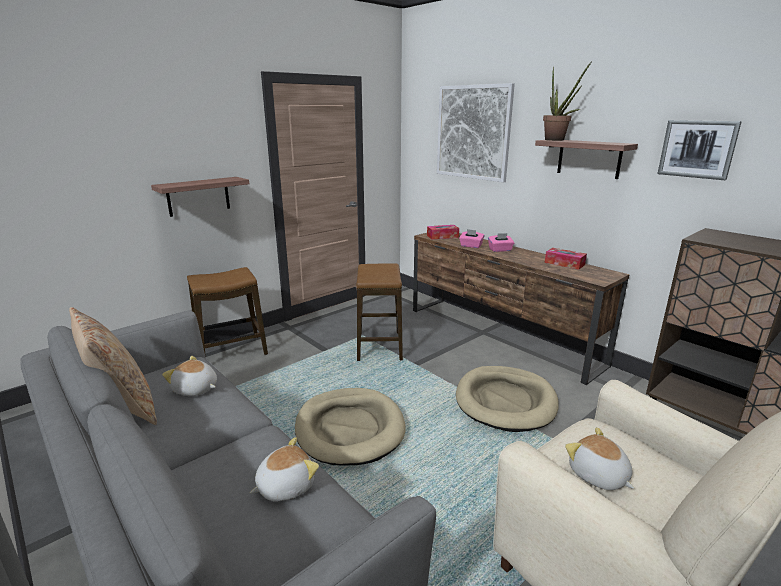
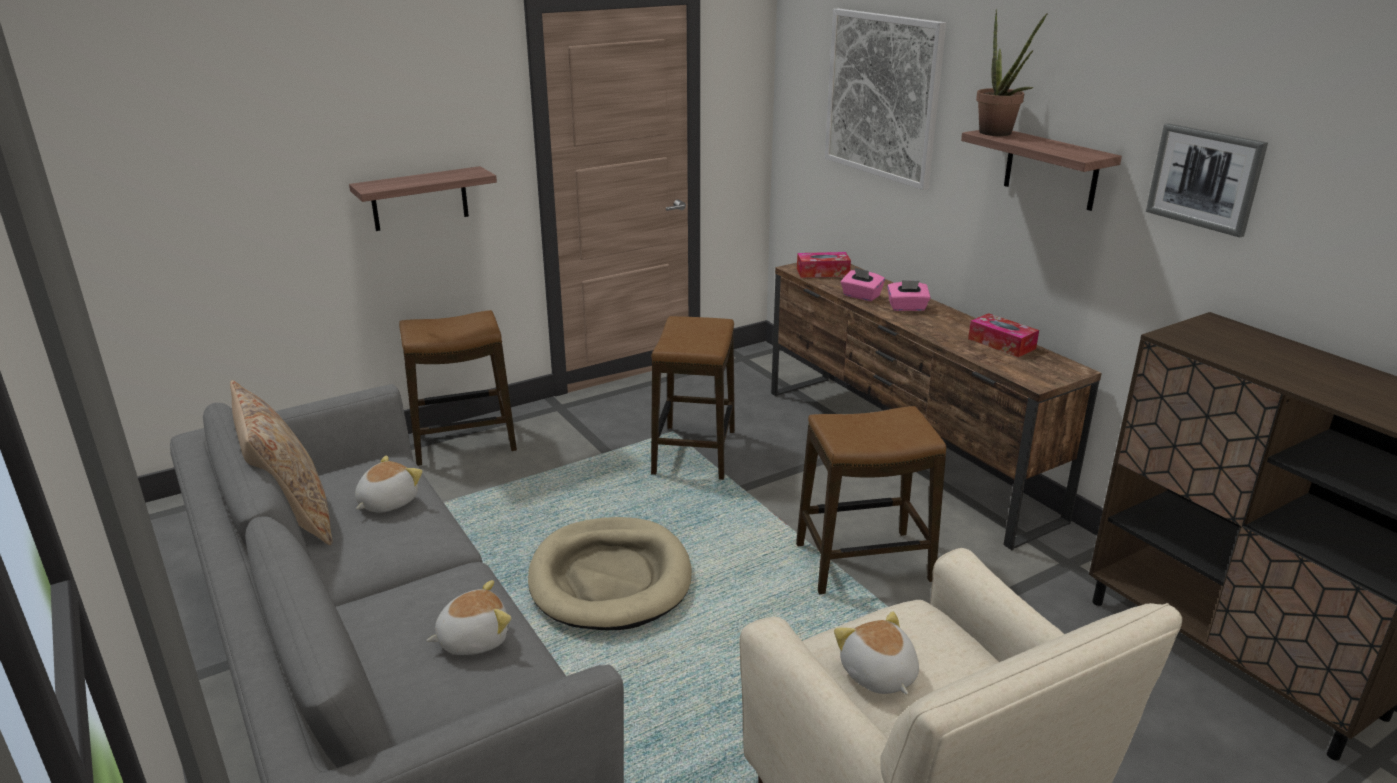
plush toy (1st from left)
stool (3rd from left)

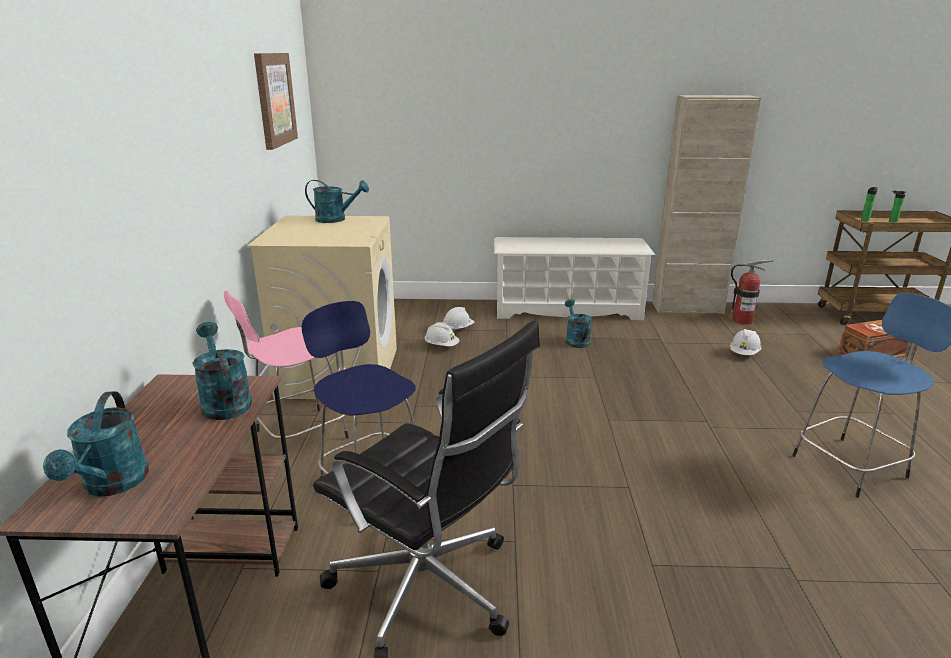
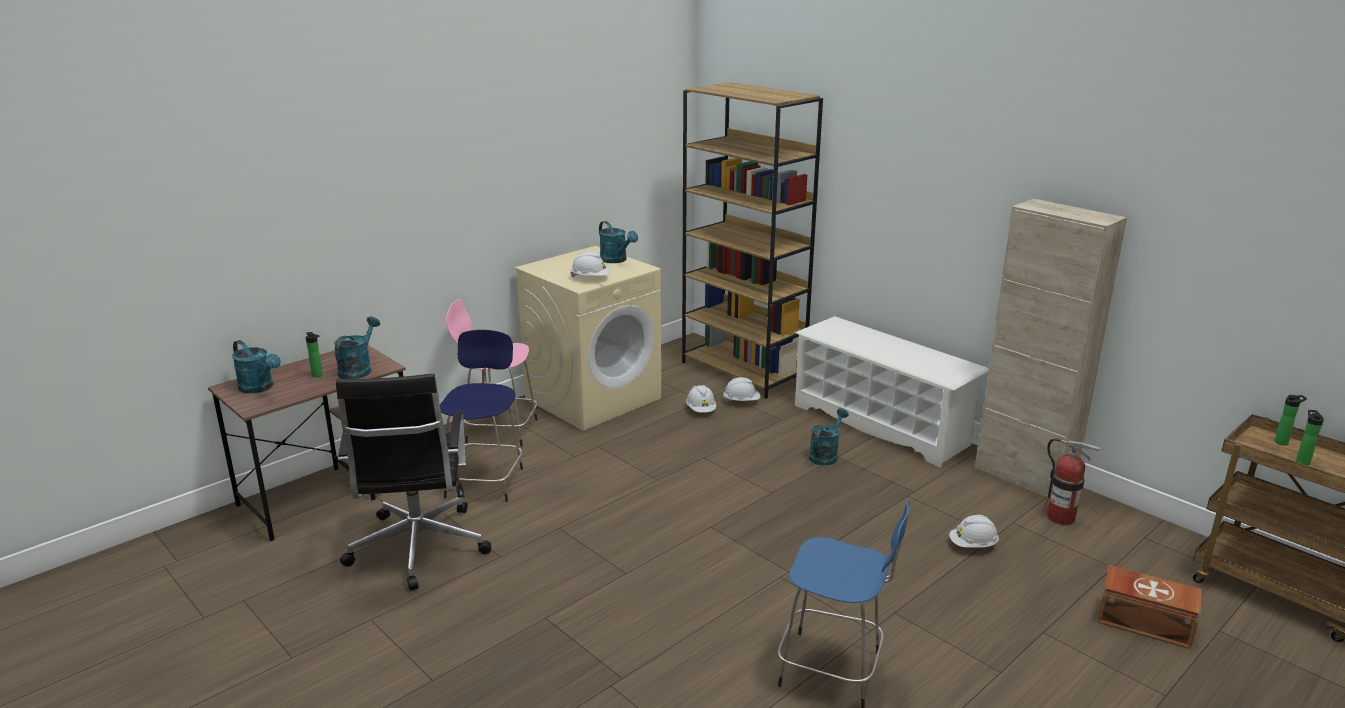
sprinkling can (blue-green) (1st from left)
drink bottle (1st from left)
work helmet (whitish) (1st from left)
shelving unit (brown)
picture

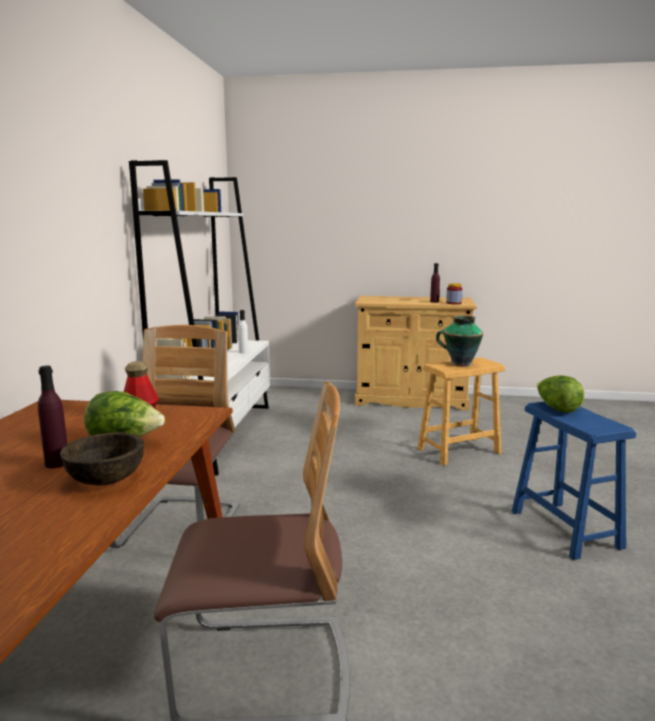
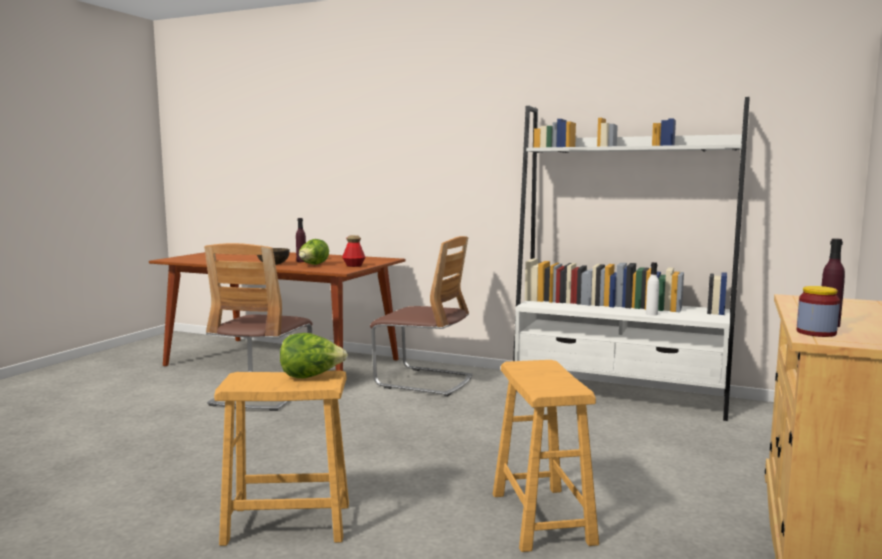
stool (brown) (1st from left)
decorative vase

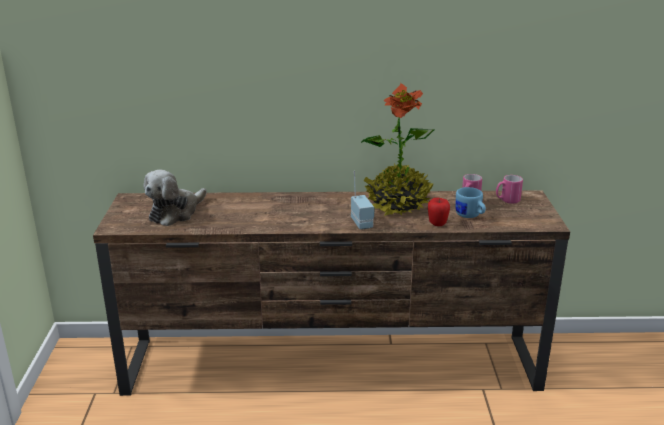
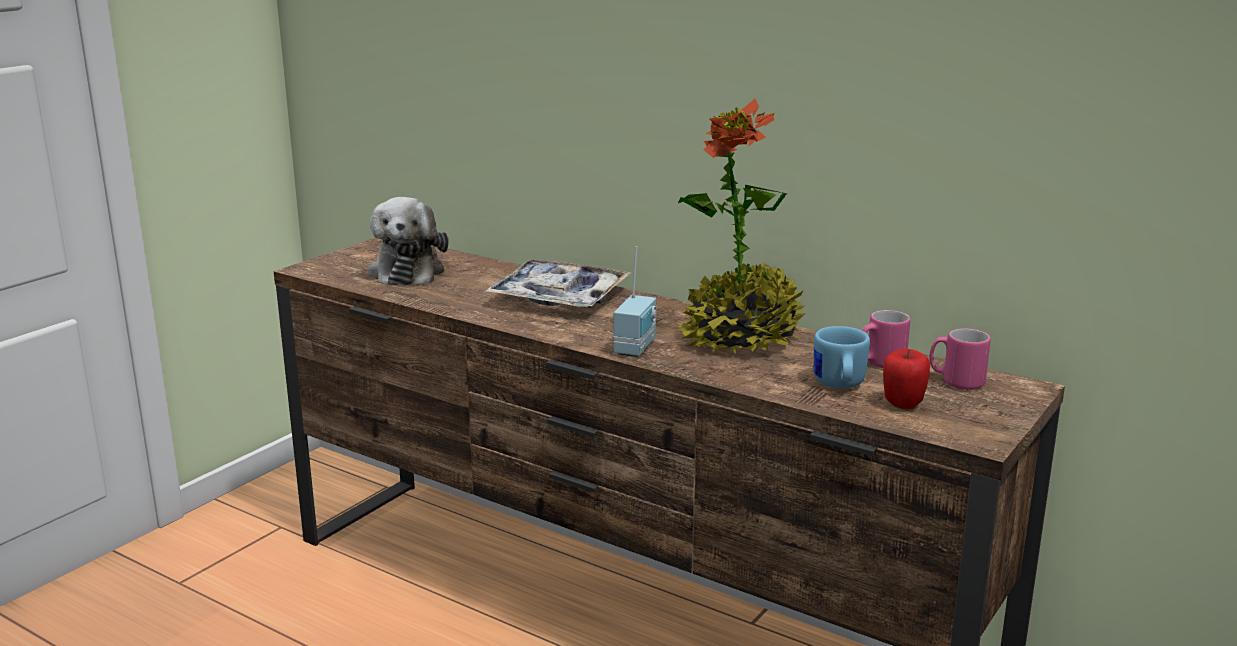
plush toy
carrying tray
whole apple

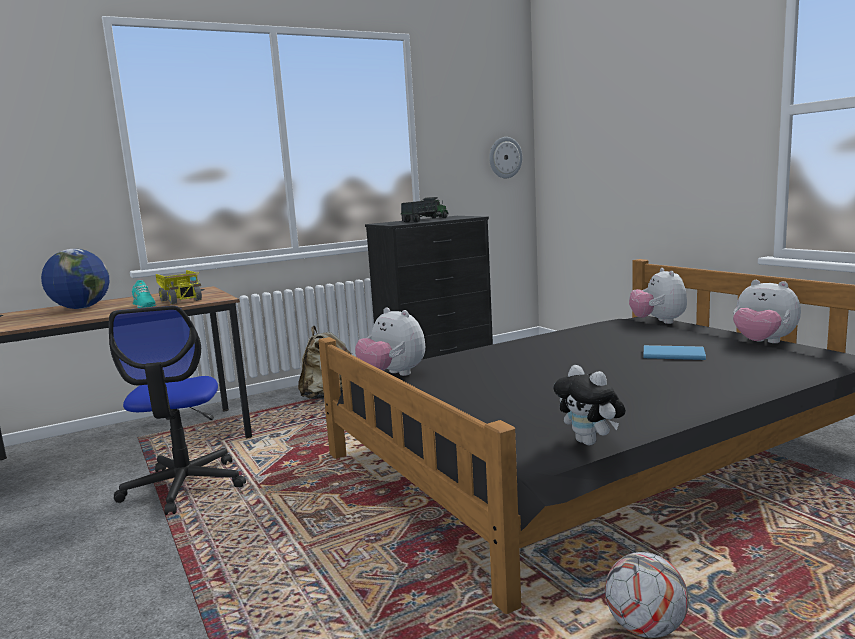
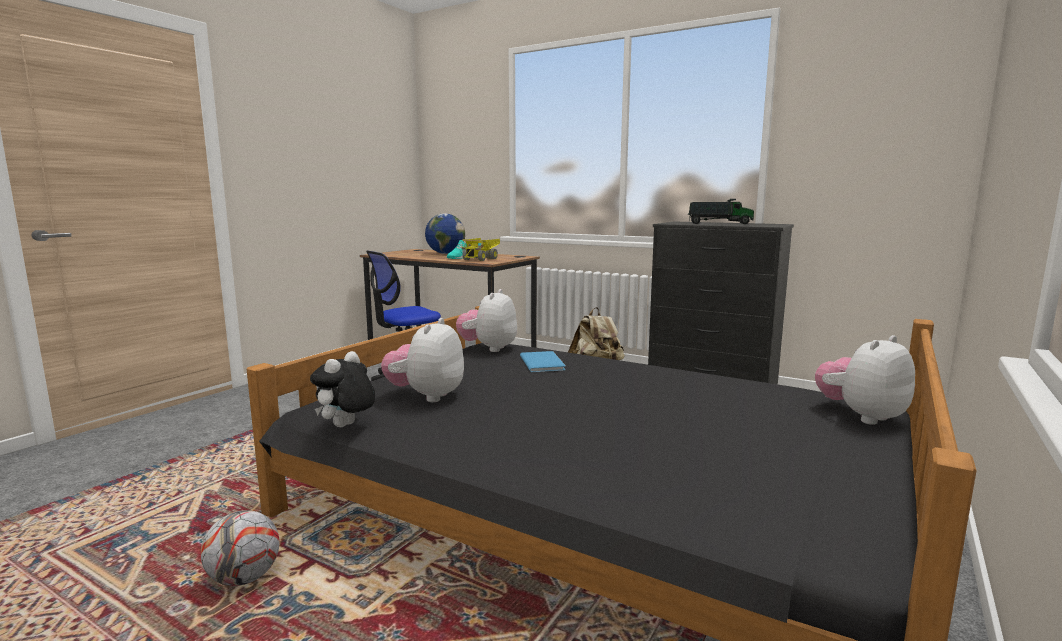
plush toy (2nd from left)
volume (blue)
clock on the wall

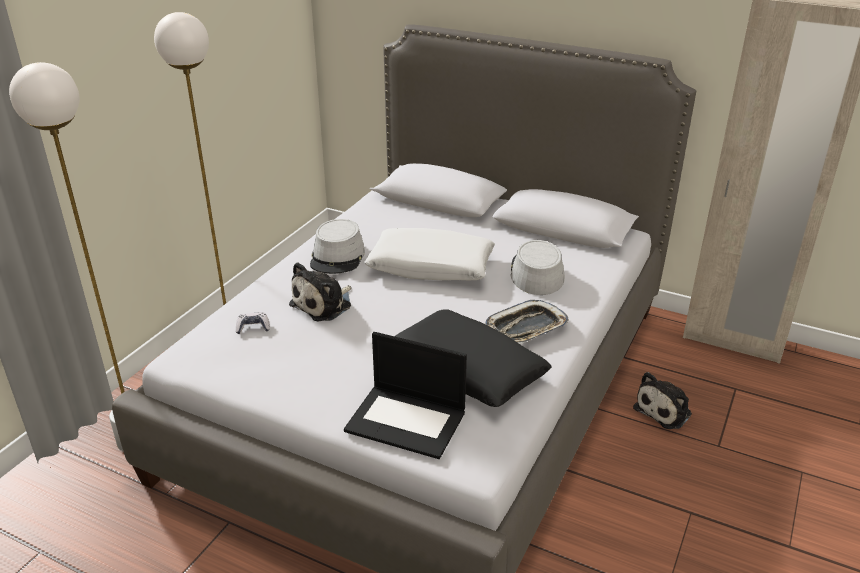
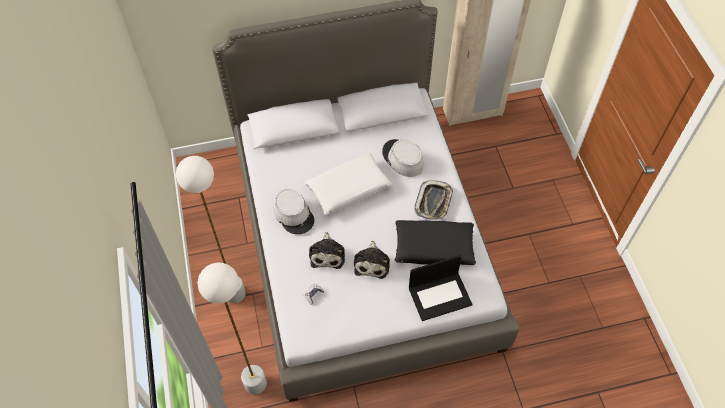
plush toy (2nd from left)

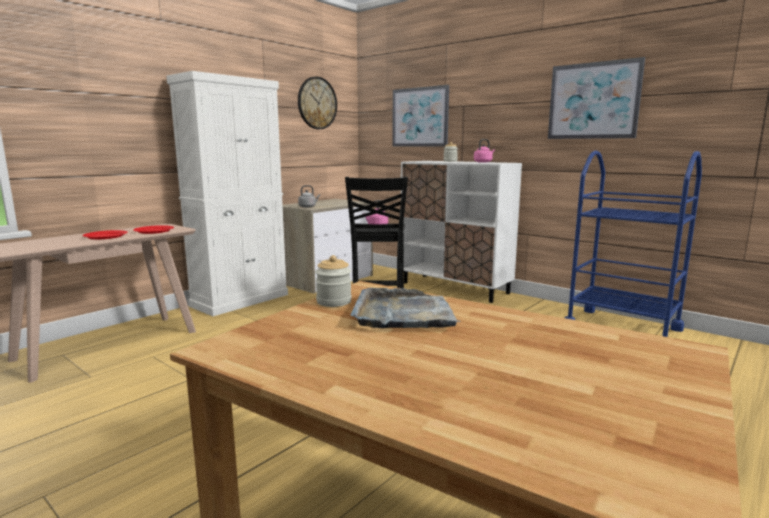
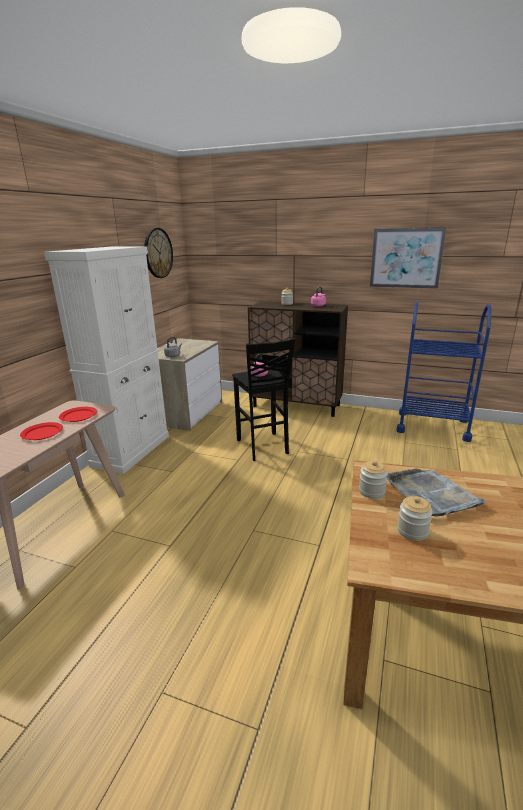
storage cabinet (brown)
storage jar (3rd from left)
picture (1st from left in the first image)

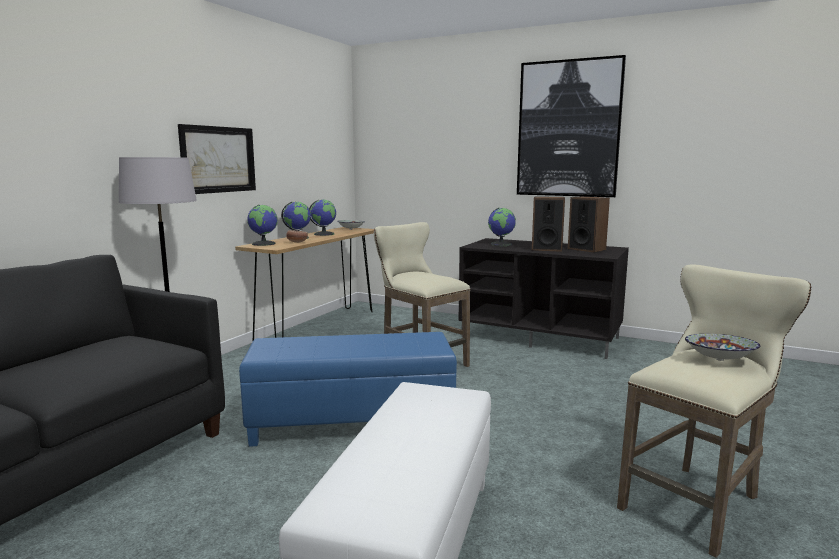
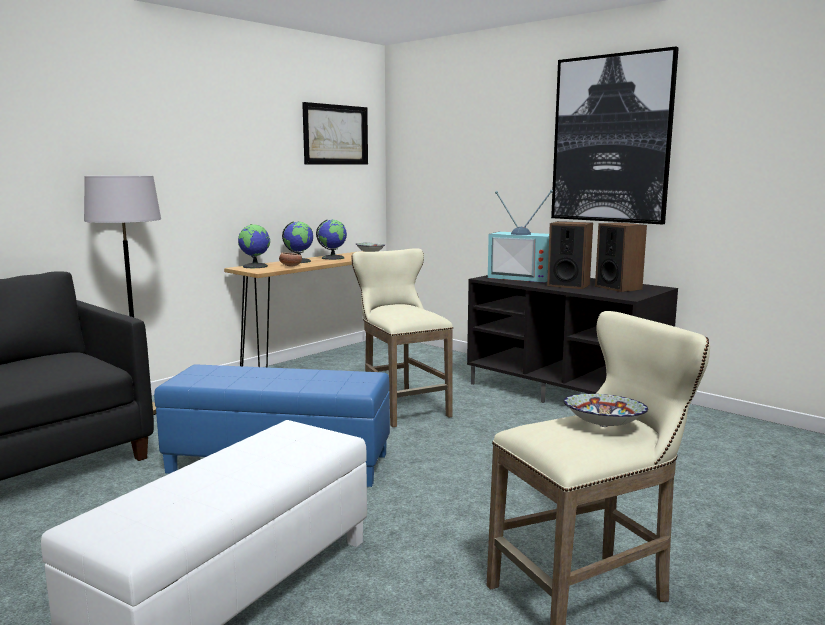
picture (1st from left)
TV set

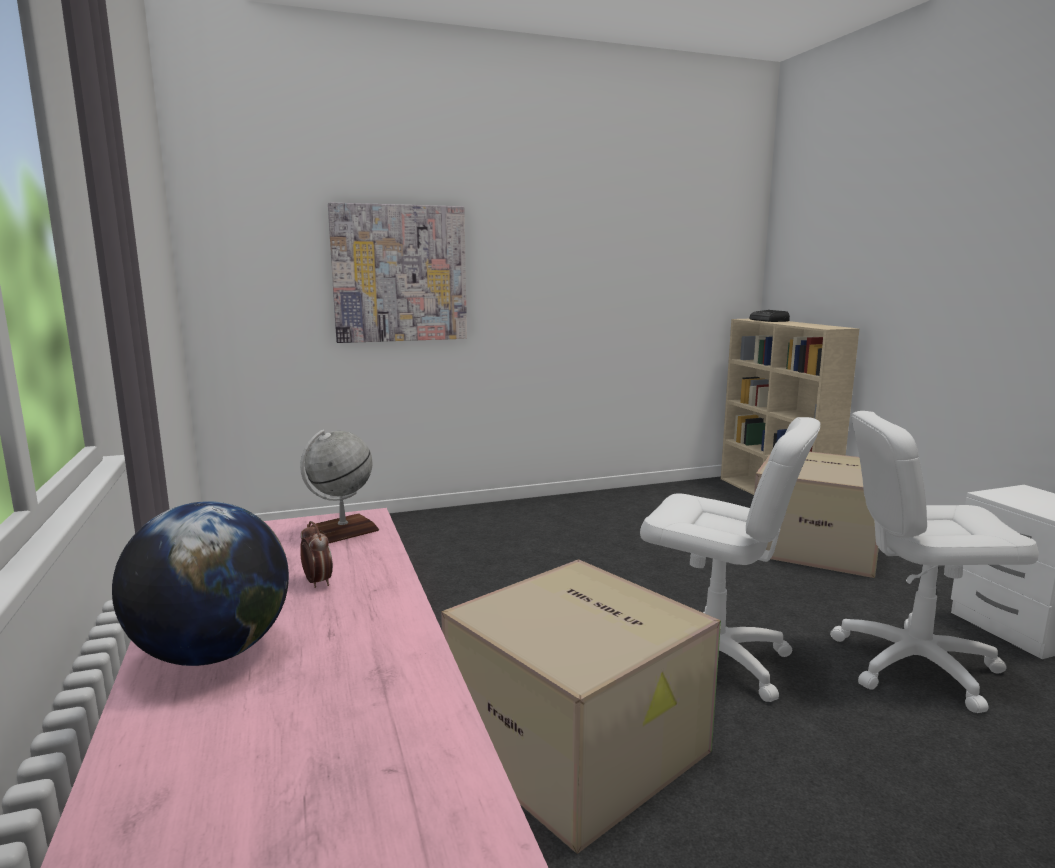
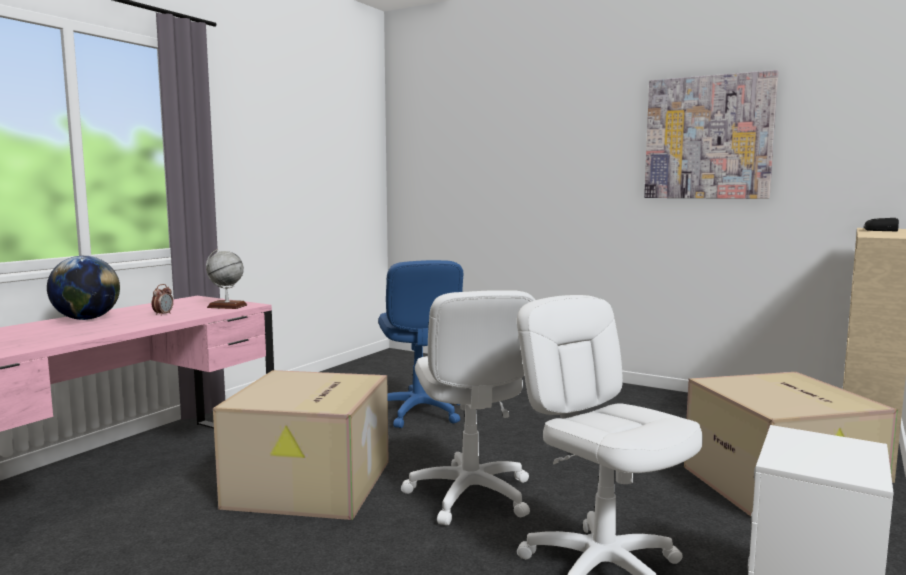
office chair (blue)
picture

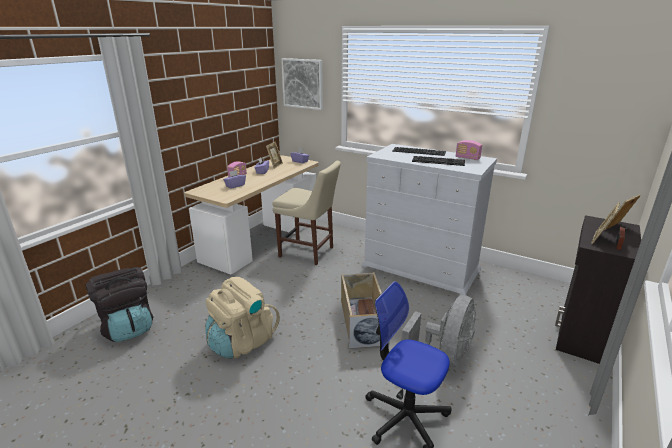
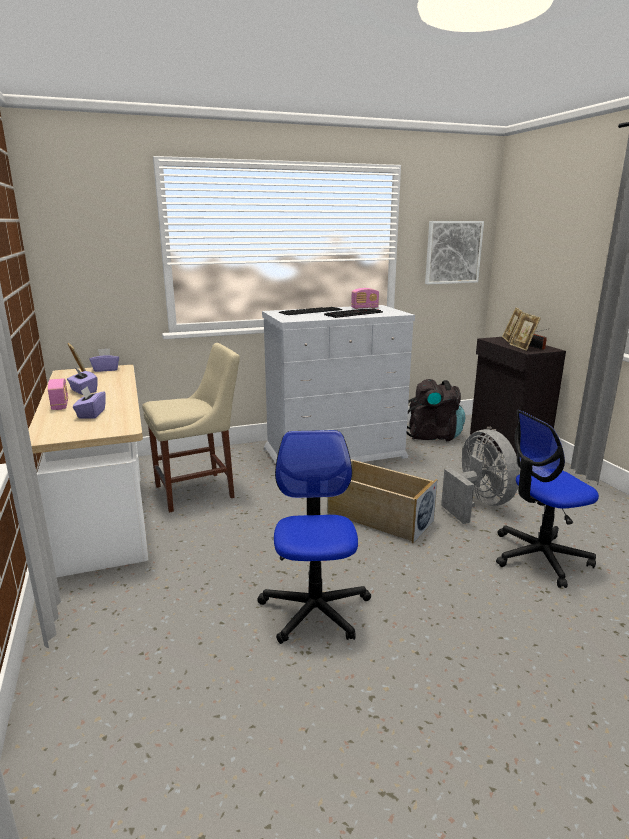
office chair (1st from left)
rucksack (black-coloured)
picture

